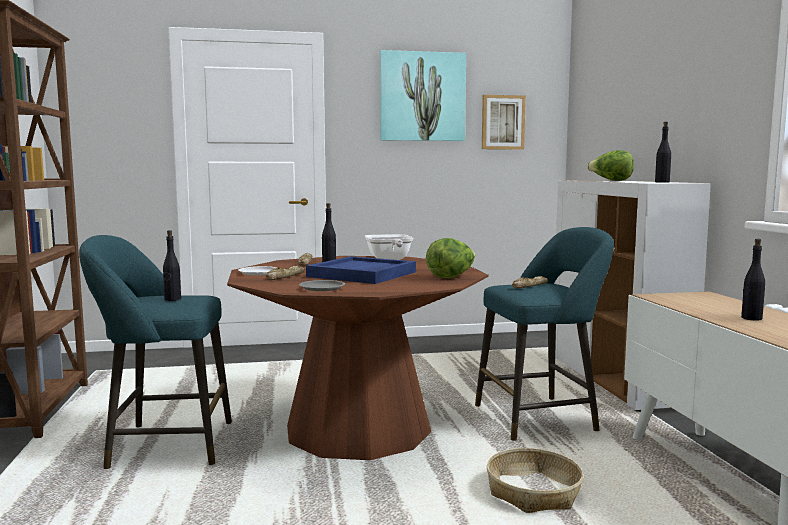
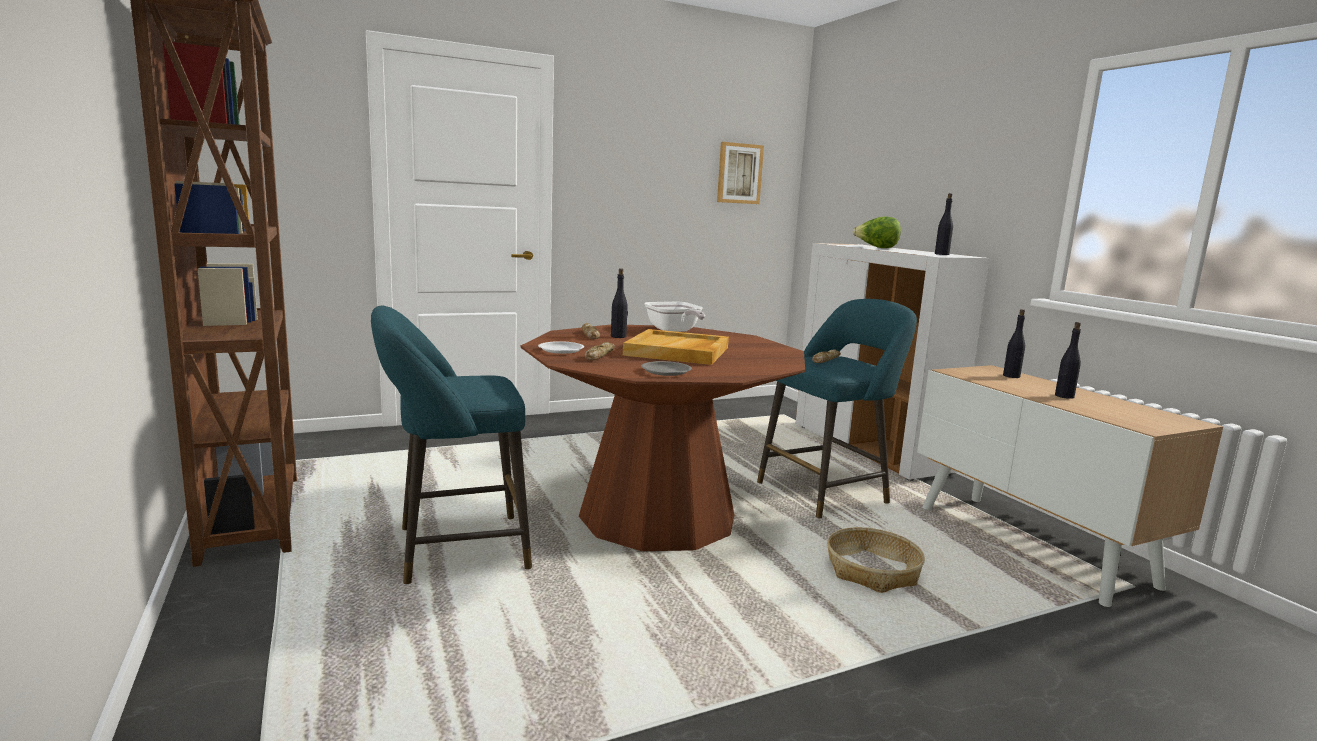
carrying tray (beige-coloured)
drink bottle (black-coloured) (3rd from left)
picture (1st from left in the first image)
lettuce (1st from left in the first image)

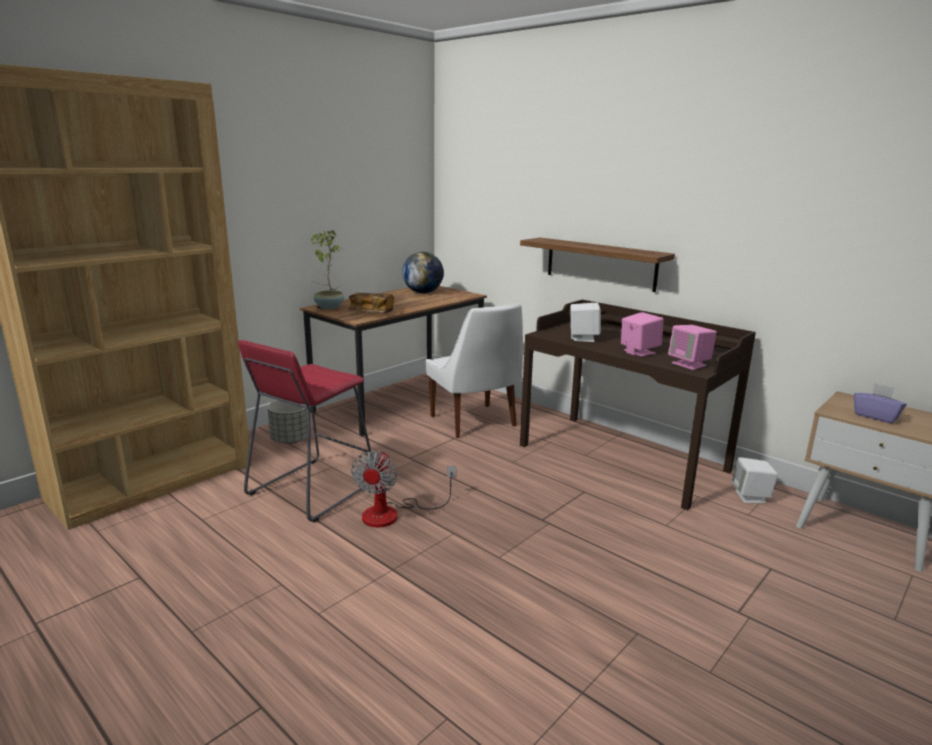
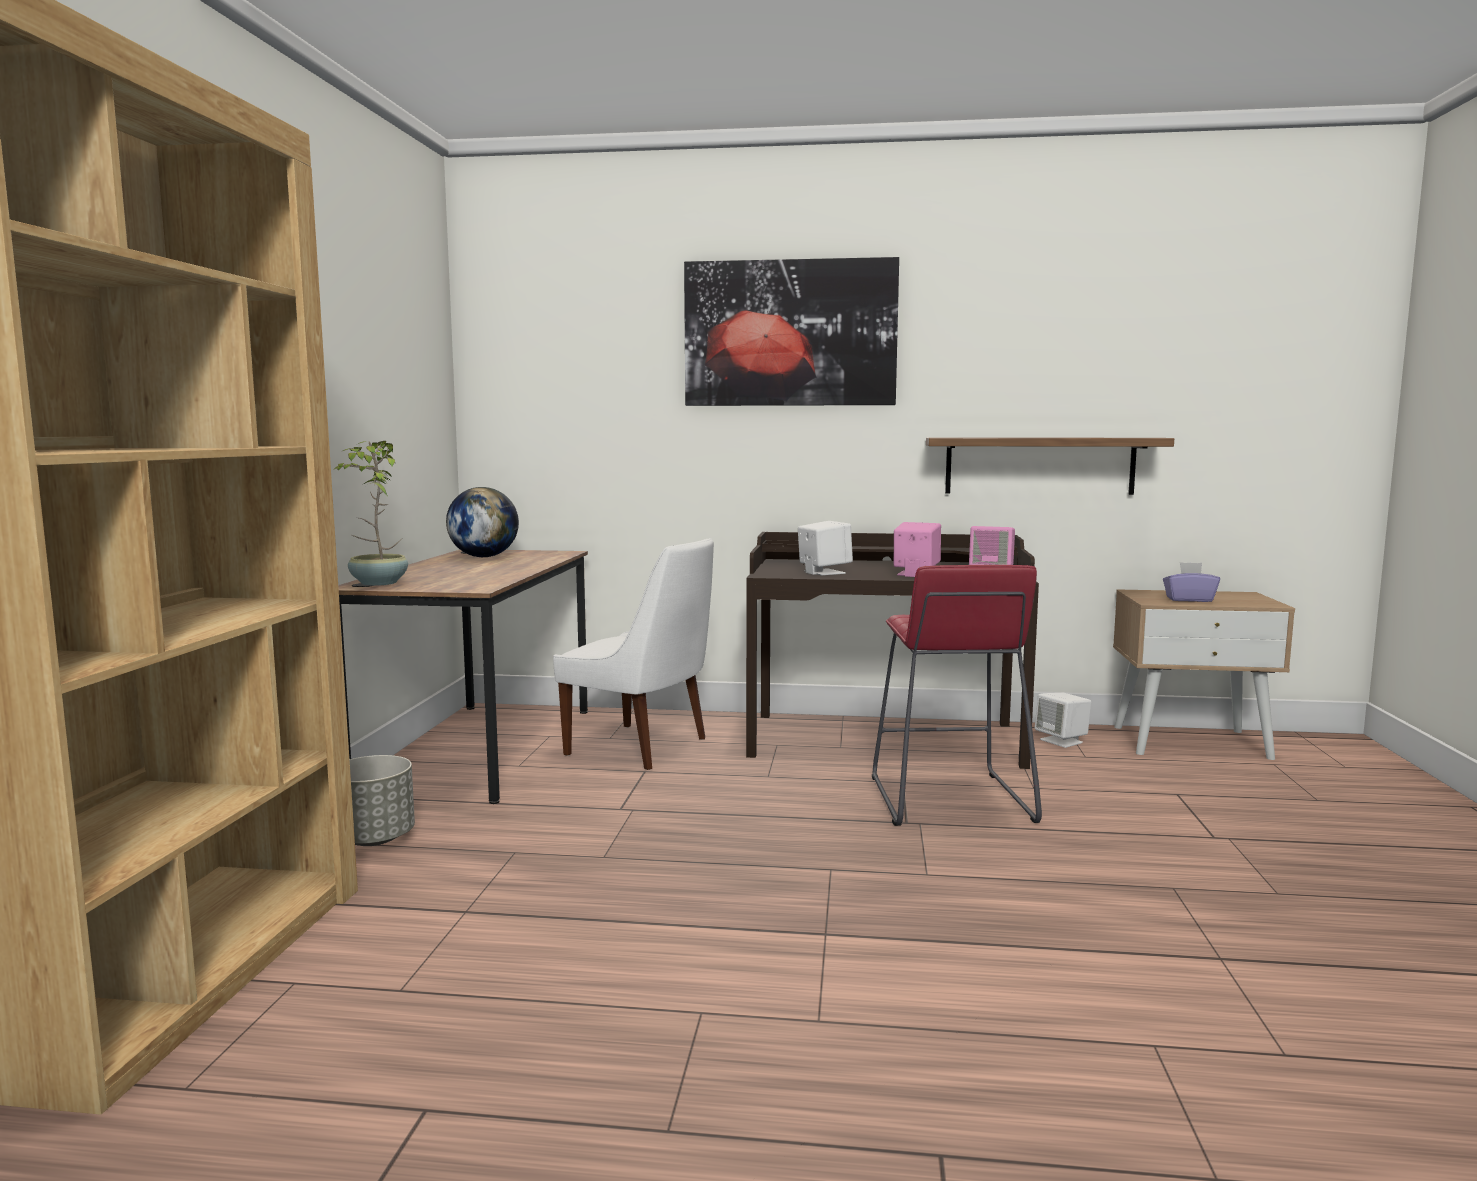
picture
stool (reddish)
shelf
volume
fan

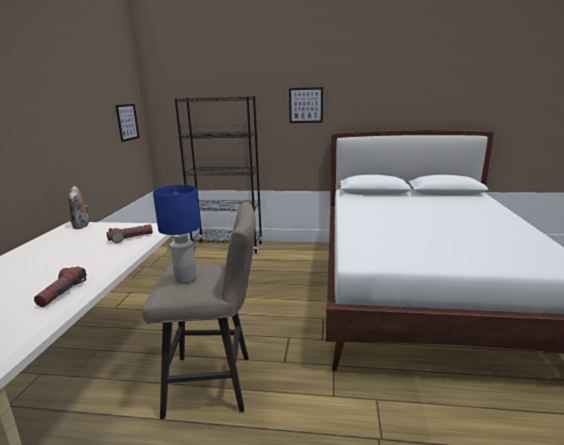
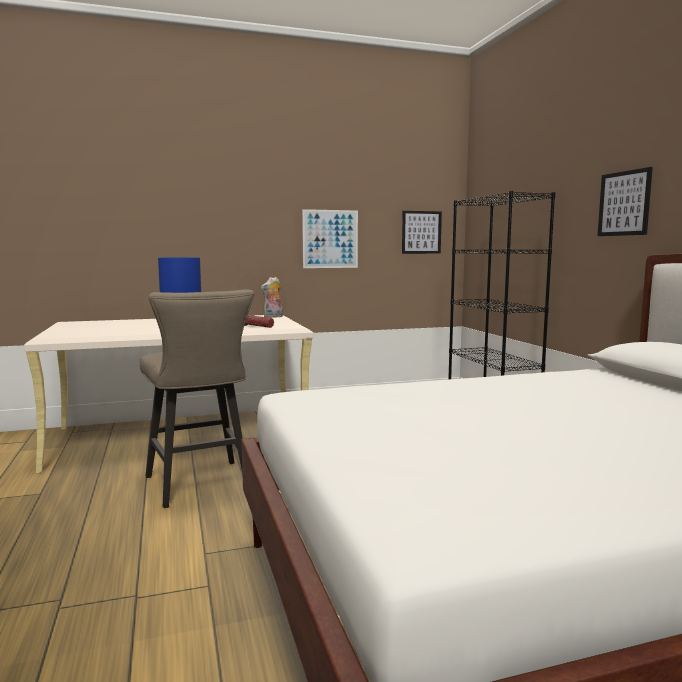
picture (1st from left)
flashlight (1st from left in the first image)

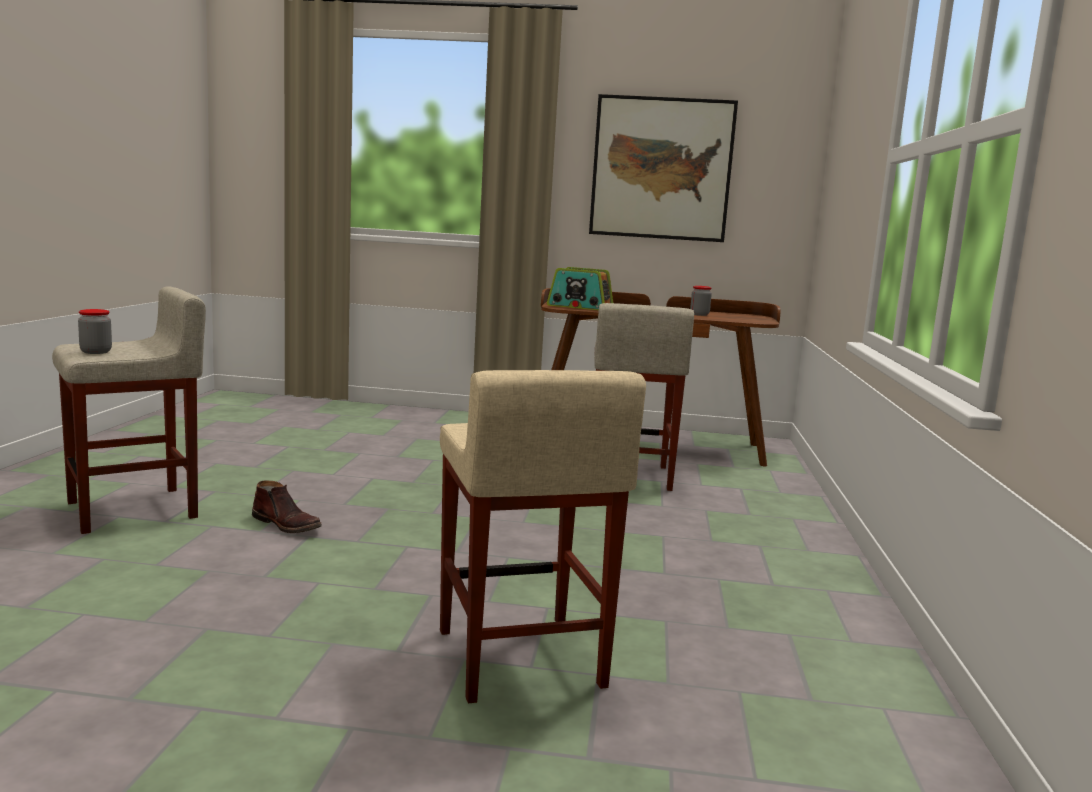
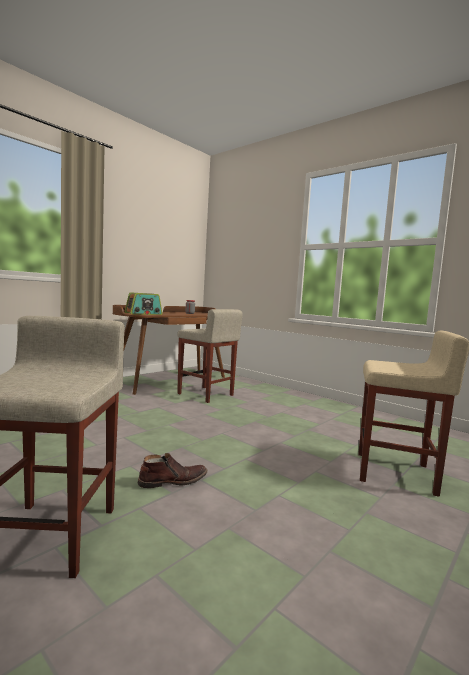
storage jar (1st from left in the first image)
picture

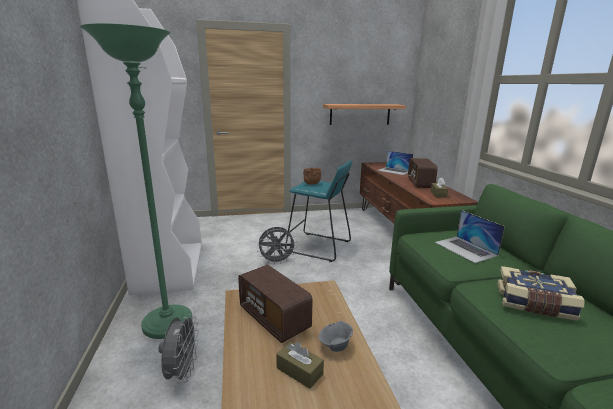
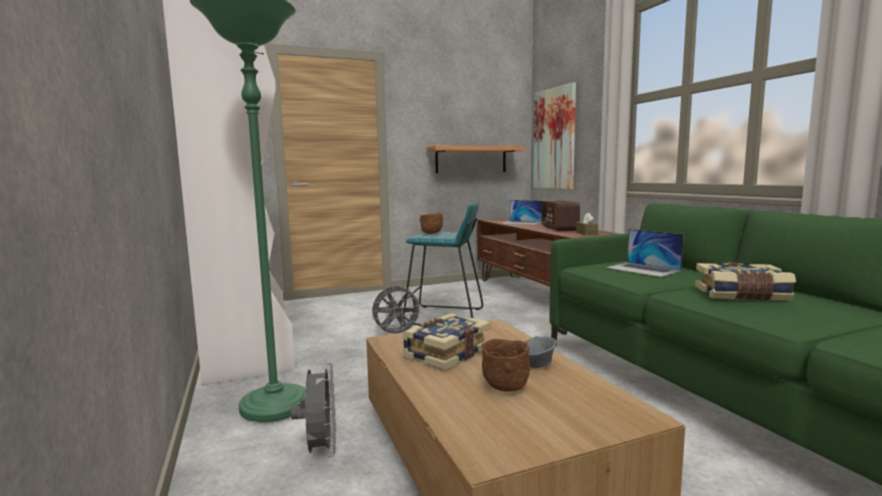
volume (1st from left)
serving bowl (brown) (2nd from left)
picture

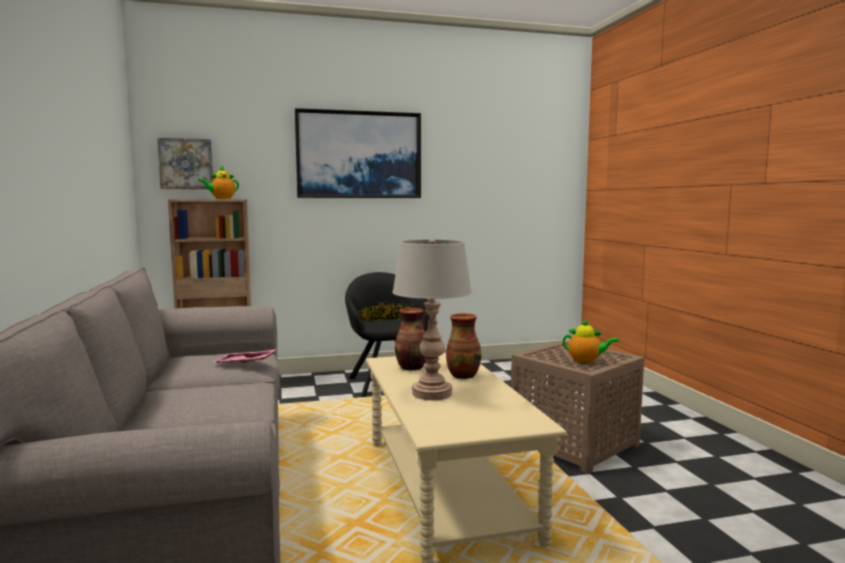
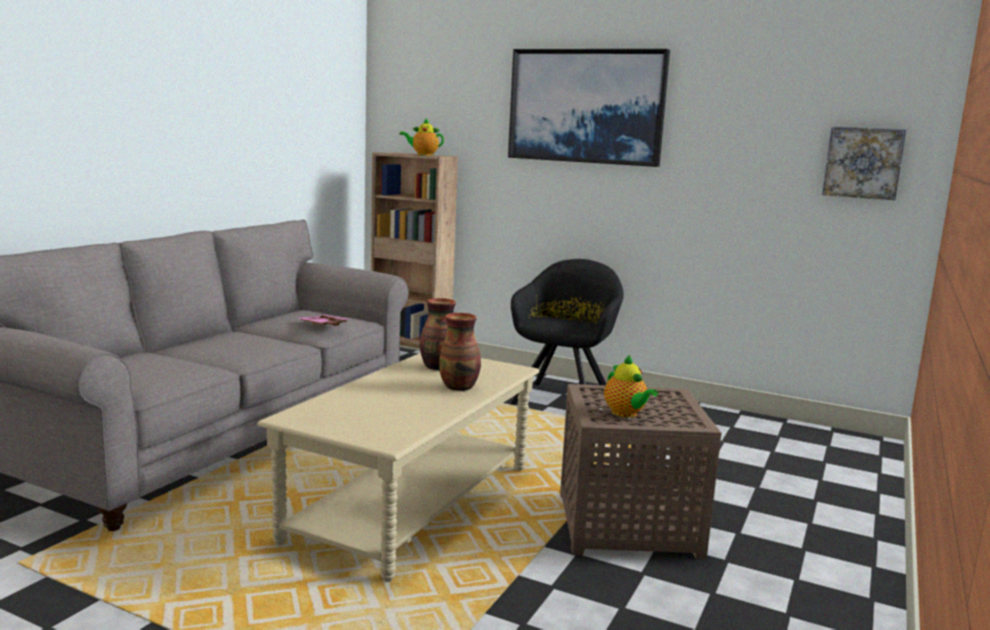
picture (2nd from left)
lamp for a table (greyish)

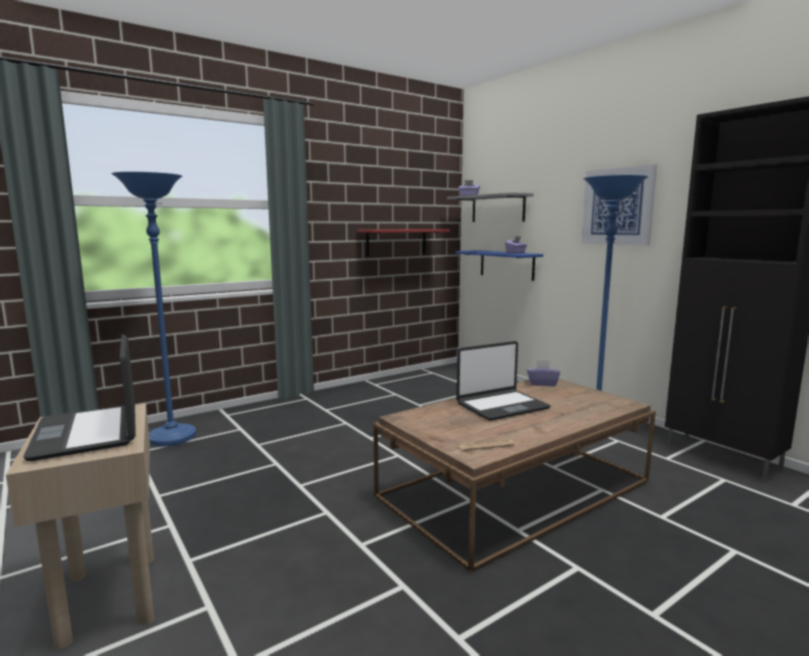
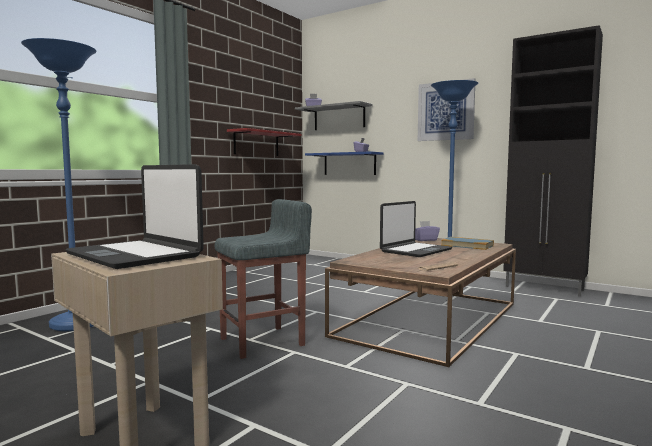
stool (greyish)
volume

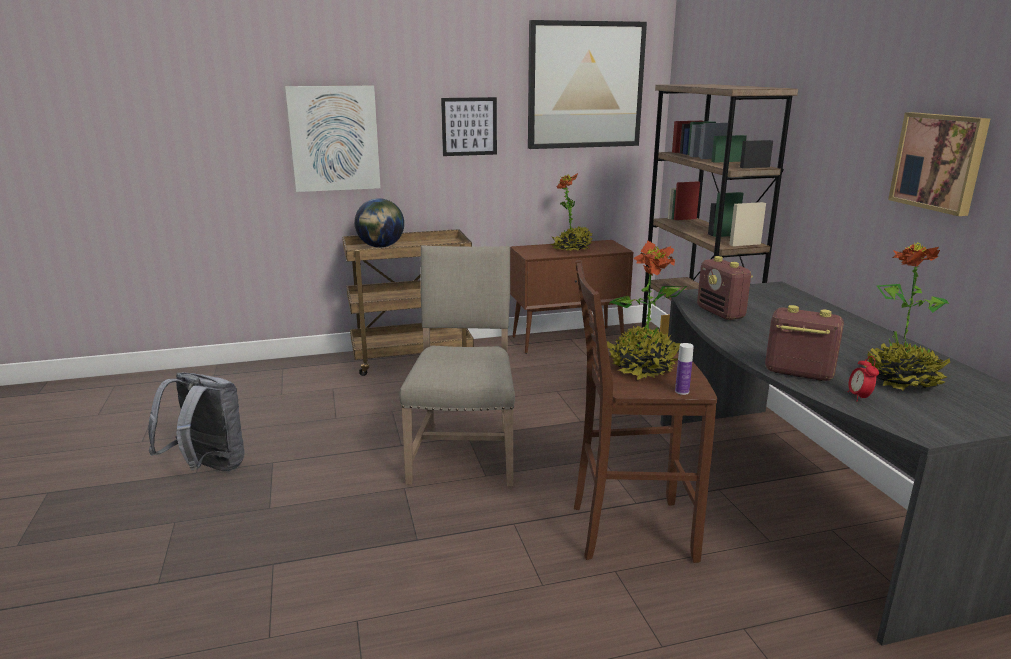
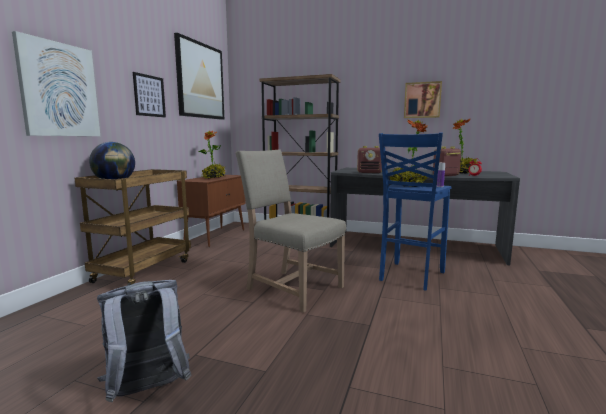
stool (blue)

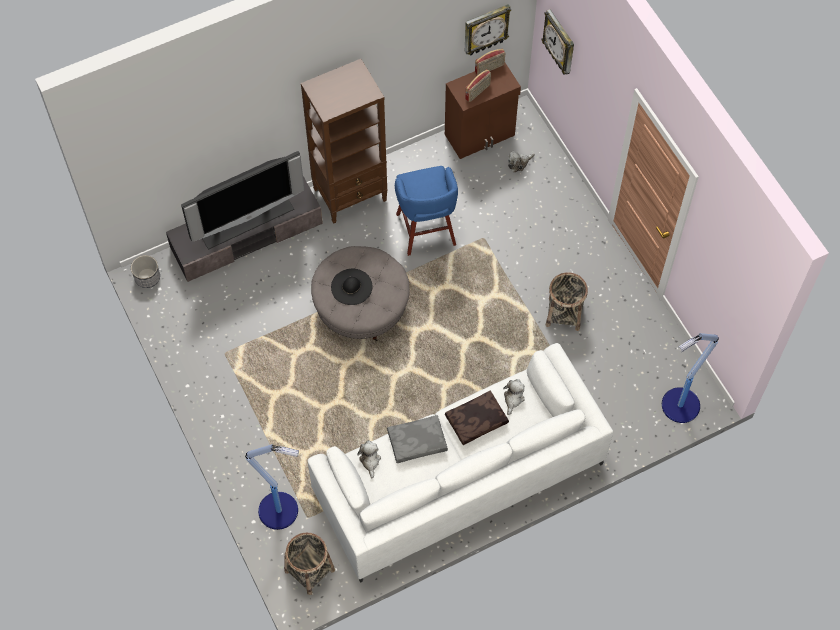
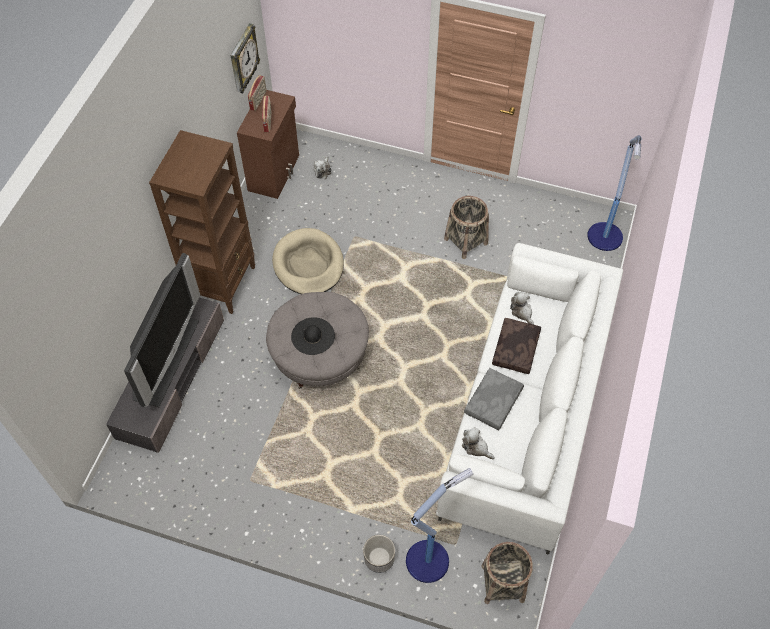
pet bed (beige-coloured)
planter
clock on the wall (2nd from left in the first image)

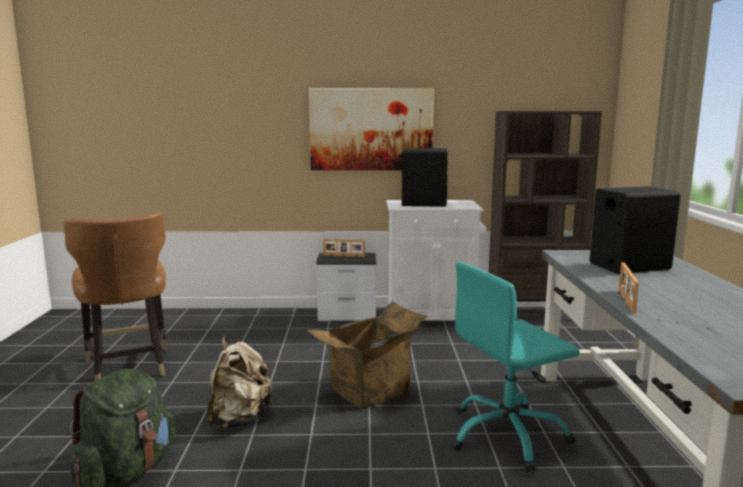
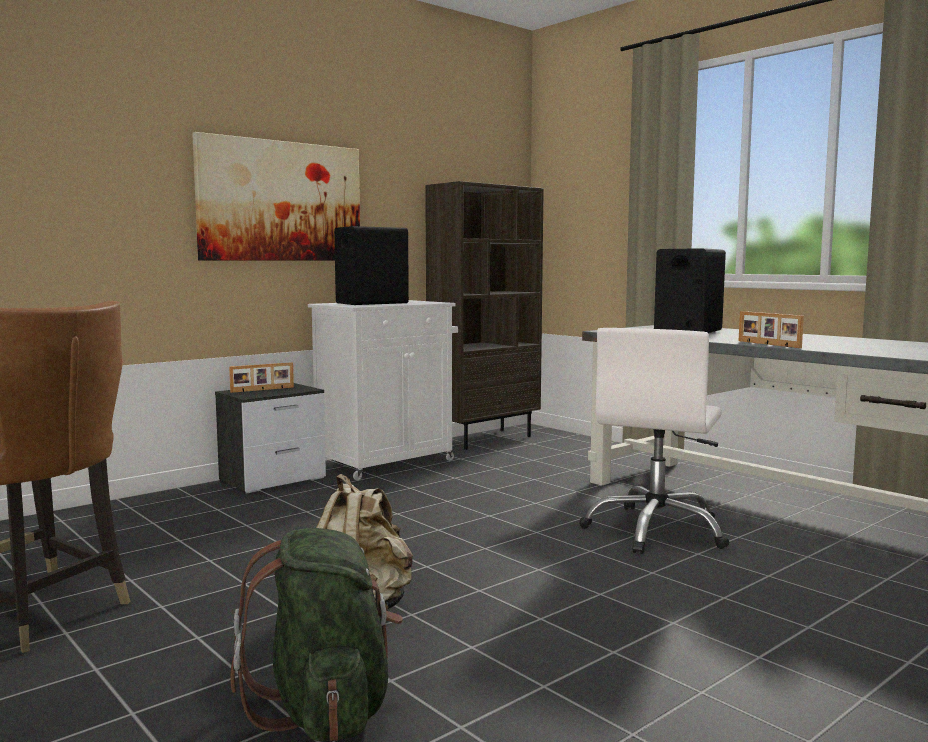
office chair (whitish)
carton

